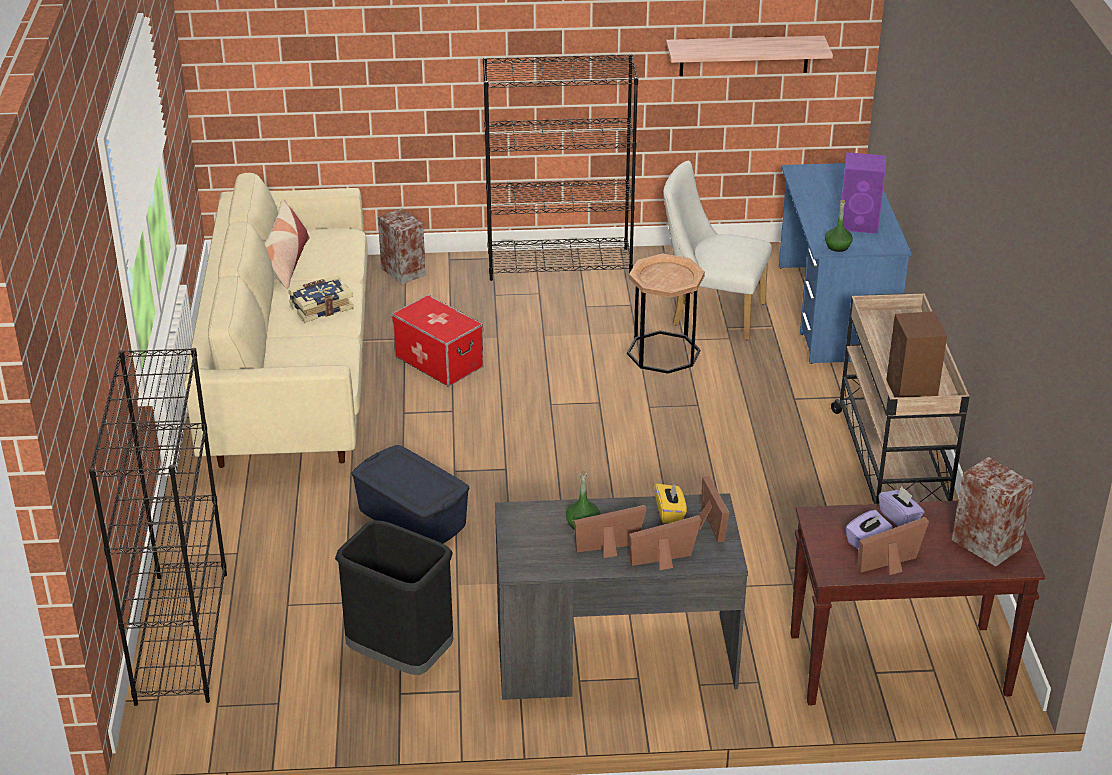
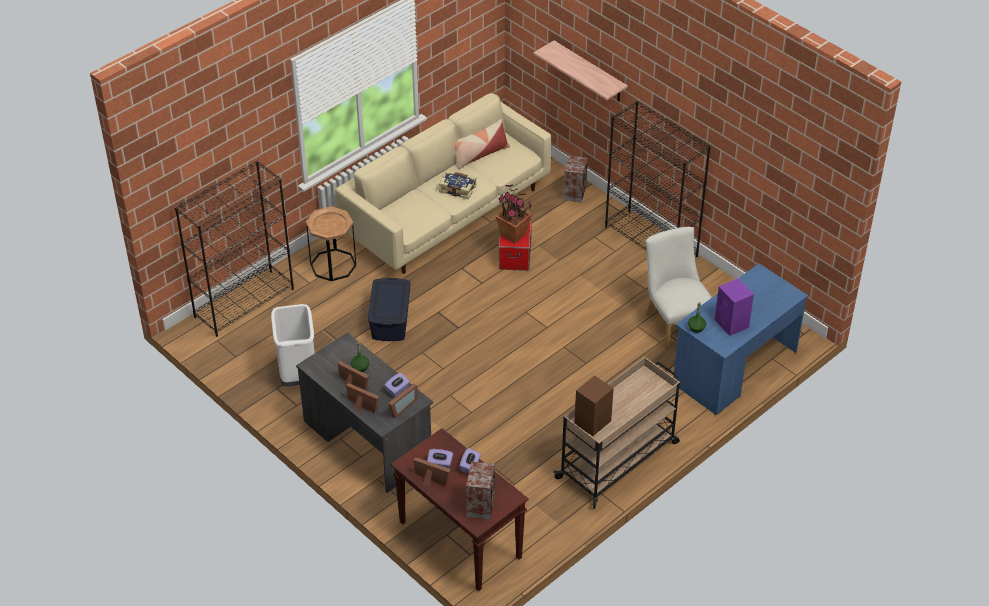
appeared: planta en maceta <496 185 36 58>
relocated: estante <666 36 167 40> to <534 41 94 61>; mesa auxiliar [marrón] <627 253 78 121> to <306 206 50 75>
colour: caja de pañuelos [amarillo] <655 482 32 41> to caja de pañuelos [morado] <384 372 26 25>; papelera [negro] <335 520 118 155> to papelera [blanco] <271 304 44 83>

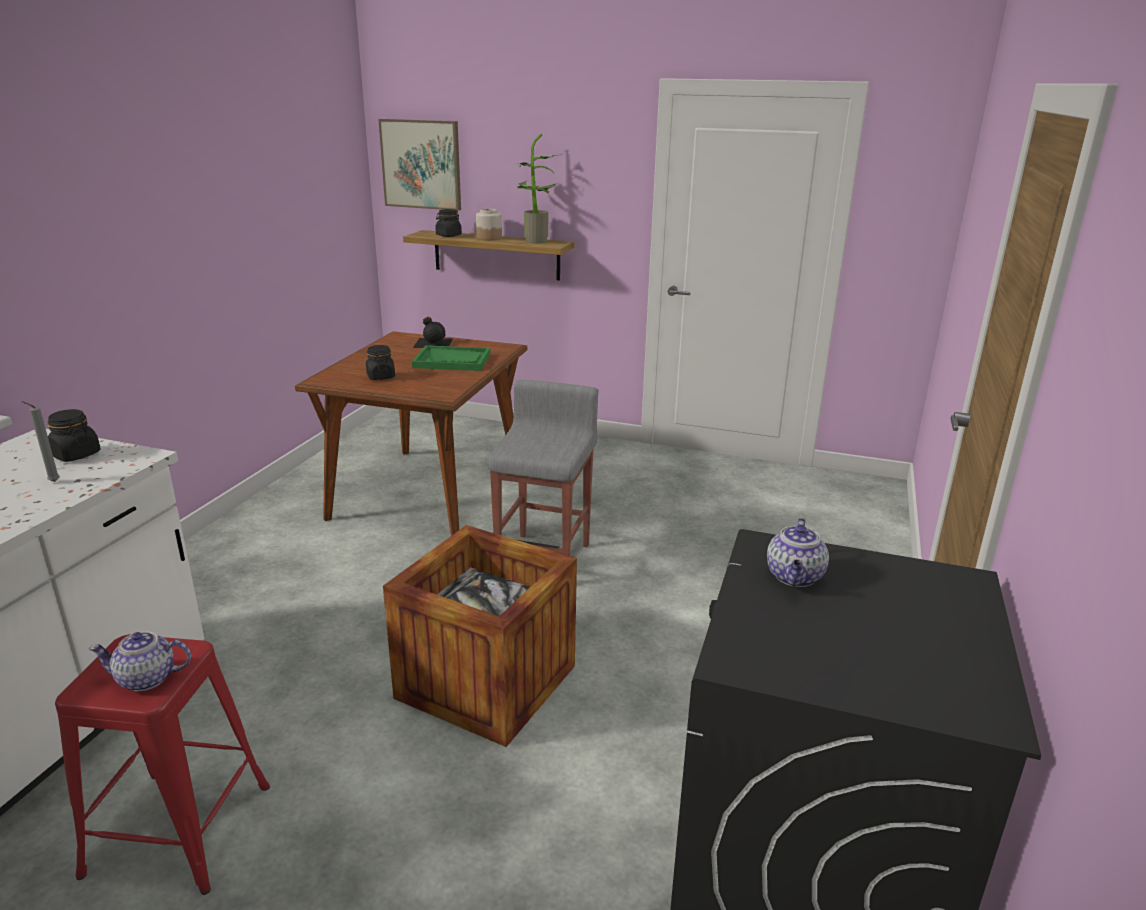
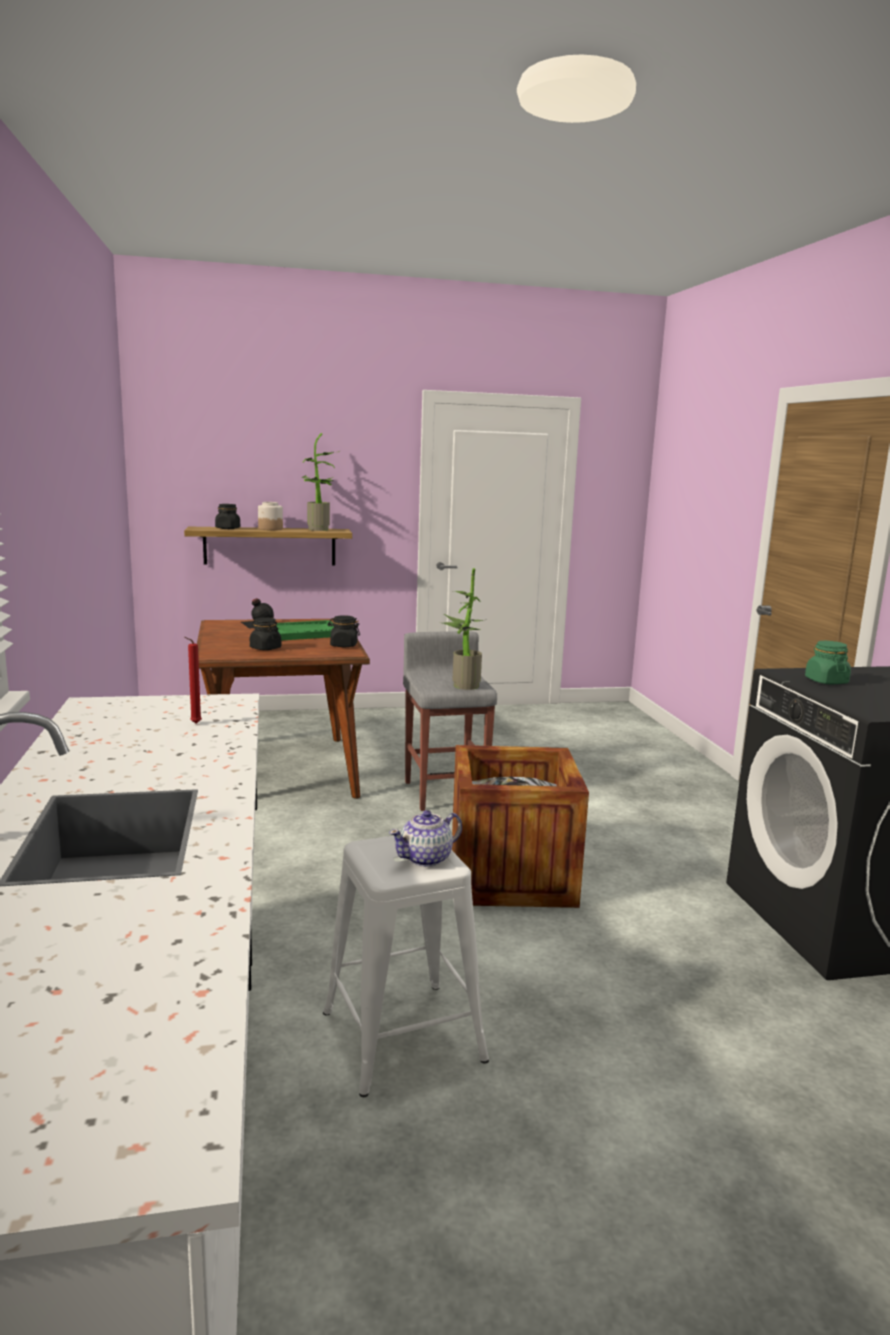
missing: cuadro <378 119 83 92>
appeared: planta en maceta <443 568 40 122>
relocated: tarro [negro] <48 409 53 53> to <328 615 32 32>
exchanged: tetera <767 518 62 69> to tarro [verde] <805 641 46 44>
colour: vela [gris] <21 401 39 81> to vela [rojo] <184 637 18 87>; taburete [rojo] <55 634 215 261> to taburete [blanco] <323 835 166 262>

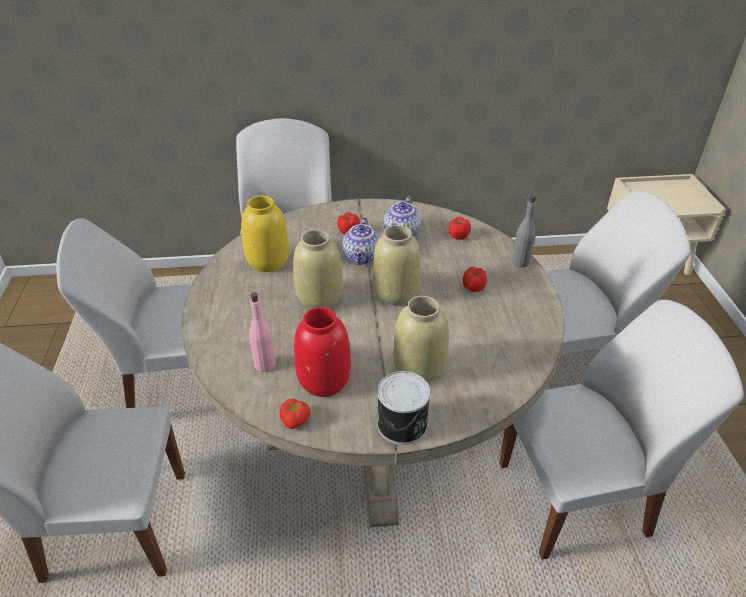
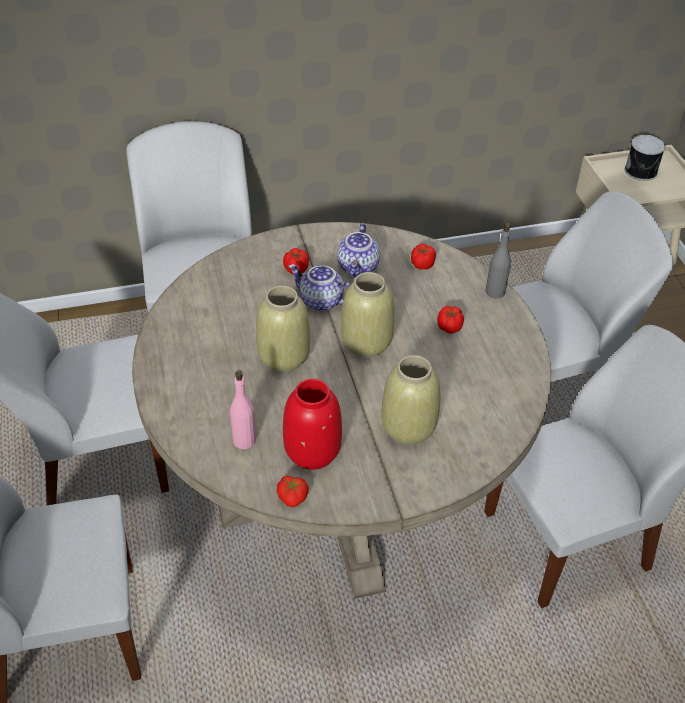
missing: florero [amarillo] <241 196 48 76>
relocated: lata <377 371 54 74> to <625 135 40 46>
spun: tetera <342 217 38 48> = <288 264 63 47> 120 degrees clockwise

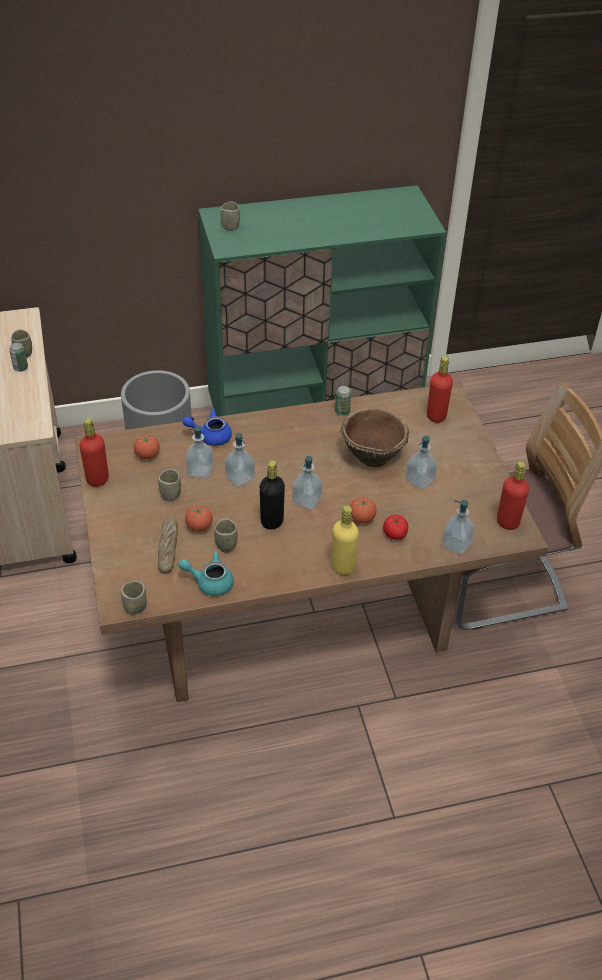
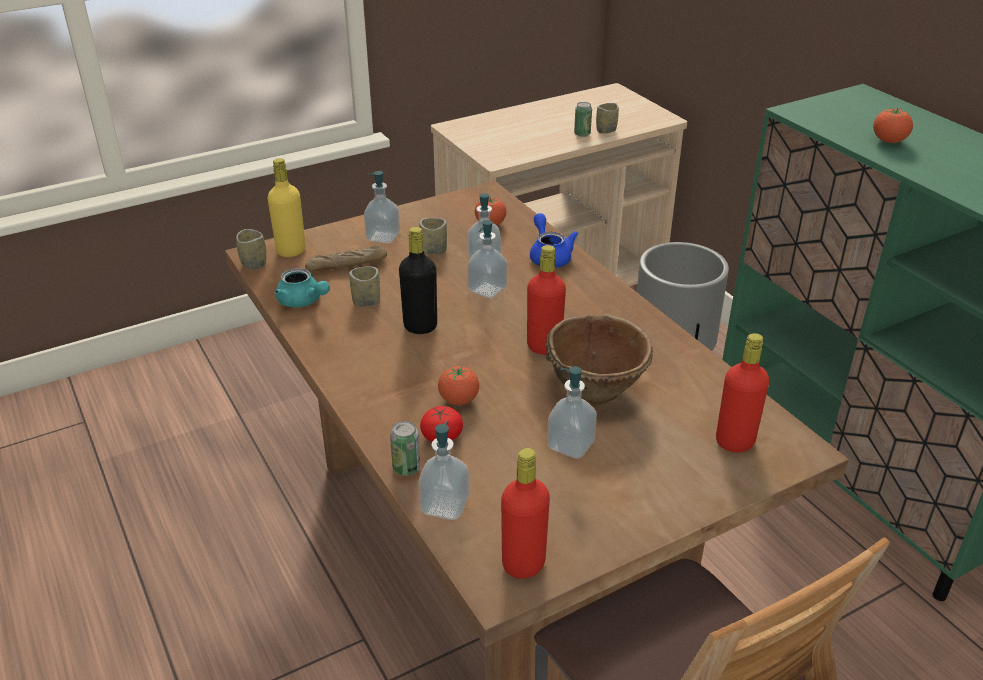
missing: taza <221 201 19 30>
relocated: lata <335 386 16 30> to <390 421 30 55>; botella [rojo] <79 418 30 69> to <527 245 39 110>; dispensador de jabón <292 456 31 54> to <364 171 36 73>; tomate <185 505 28 27> to <873 107 40 36>; botella [amarillo] <331 505 28 70> to <267 158 39 99>
spun: tetera [turquesa] <178 551 56 45> = <274 268 56 39> 135 degrees clockwise

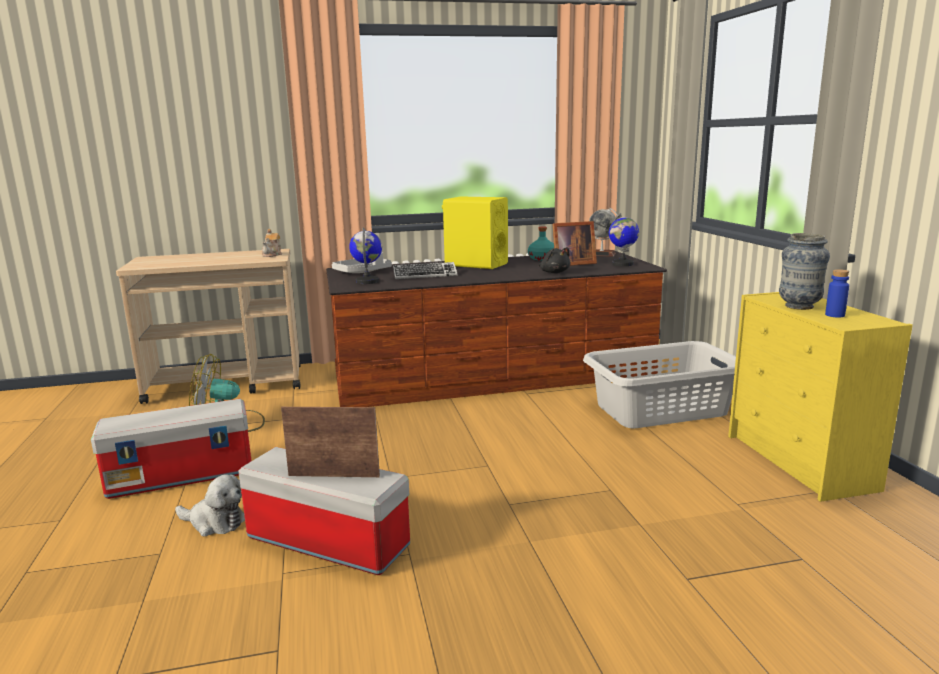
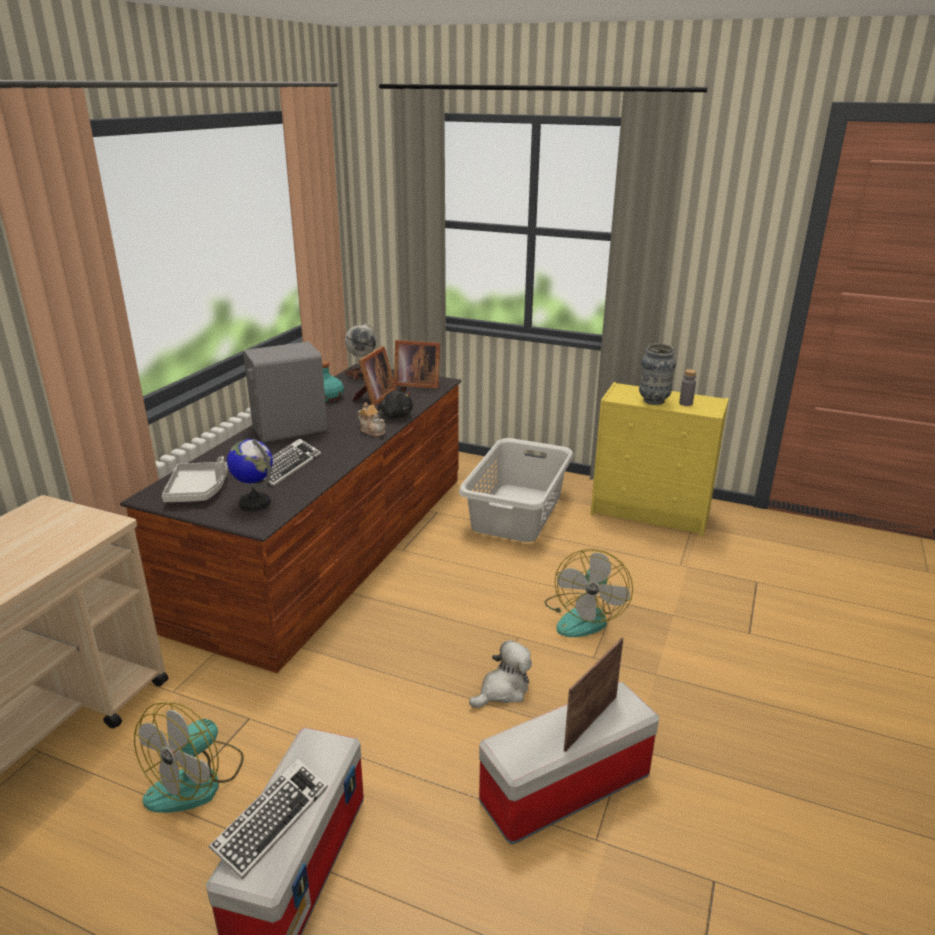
appeared: ventilador <545 549 88 88>; teclado <209 758 119 121>
relocated: tetera <262 229 20 28> to <357 402 28 35>; peluche <175 474 70 62> to <469 640 63 68>
exchanged: globo terráqueo <609 213 30 53> to portarretratos <394 340 46 49>
colour: altavoz [amarillo] <442 197 66 72> to altavoz [gris] <243 342 84 101>; botella [azul] <825 269 24 49> to botella [gris] <679 369 17 37>

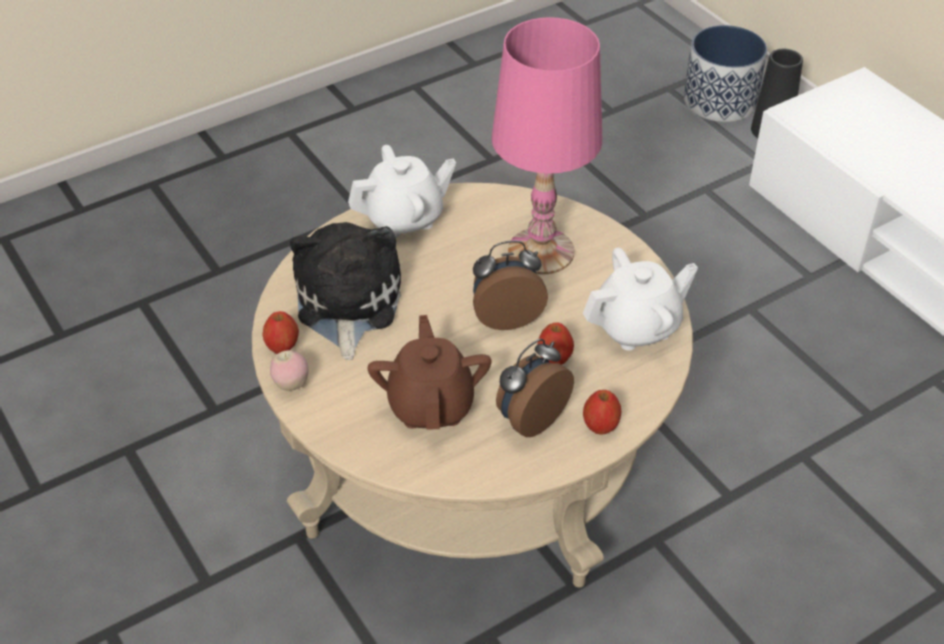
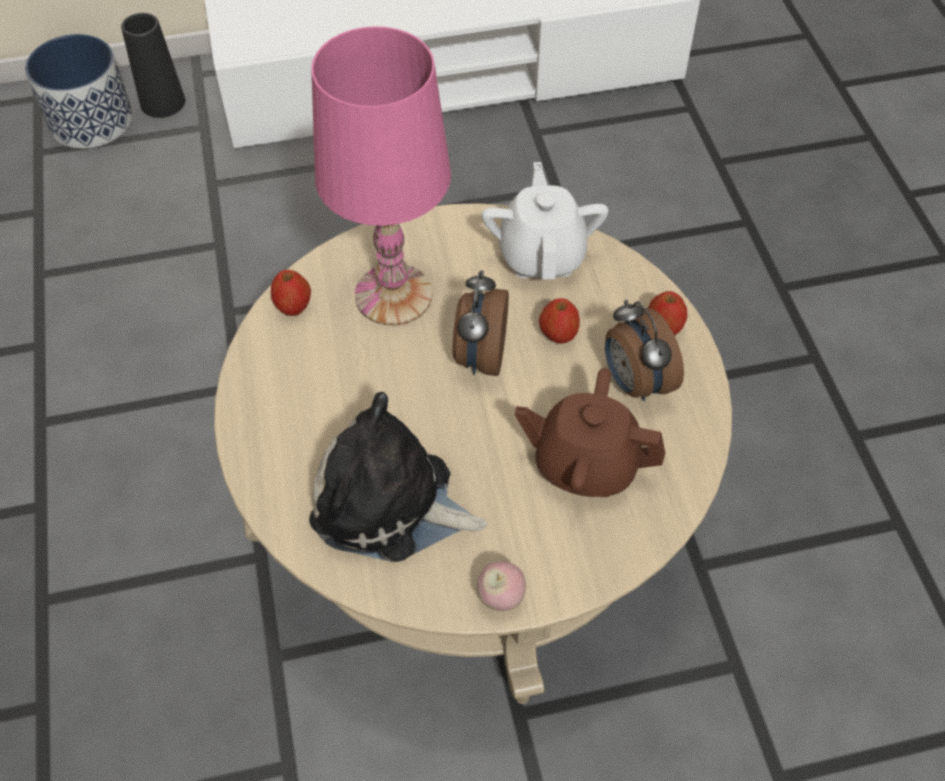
missing: tetera [blanco] <348 145 108 93>
relocated: manzana <263 311 36 43> to <271 270 40 46>

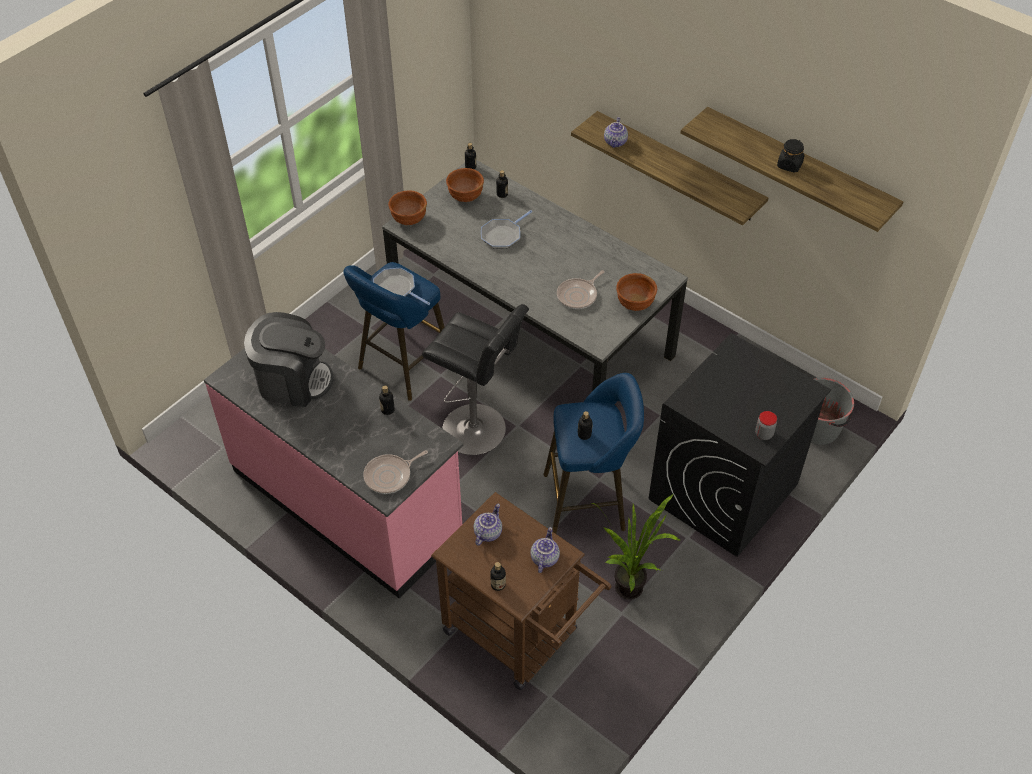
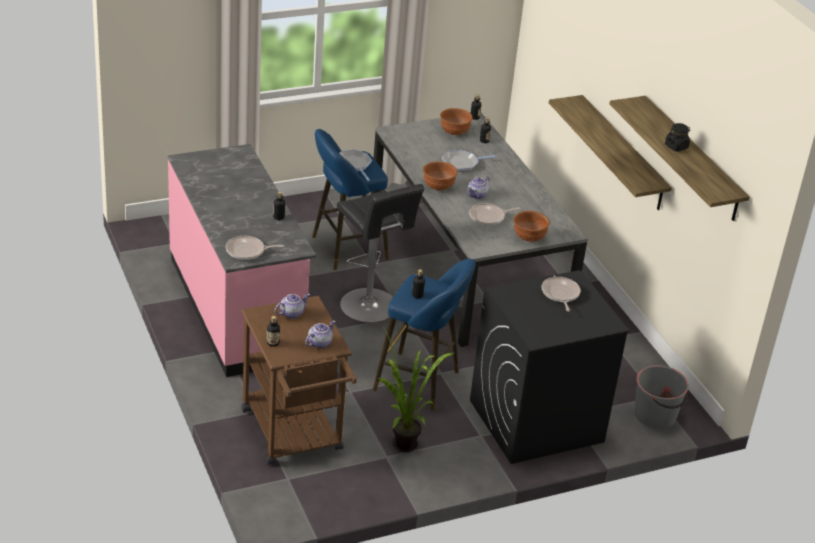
missing: cafetera <244 312 90 95>; tarro <755 411 22 29>
appeared: sartén <541 277 40 35>
relocated: tetera <604 117 24 31> to <468 176 22 23>; cuenco [marrón] <388 190 39 35> to <423 161 34 29>

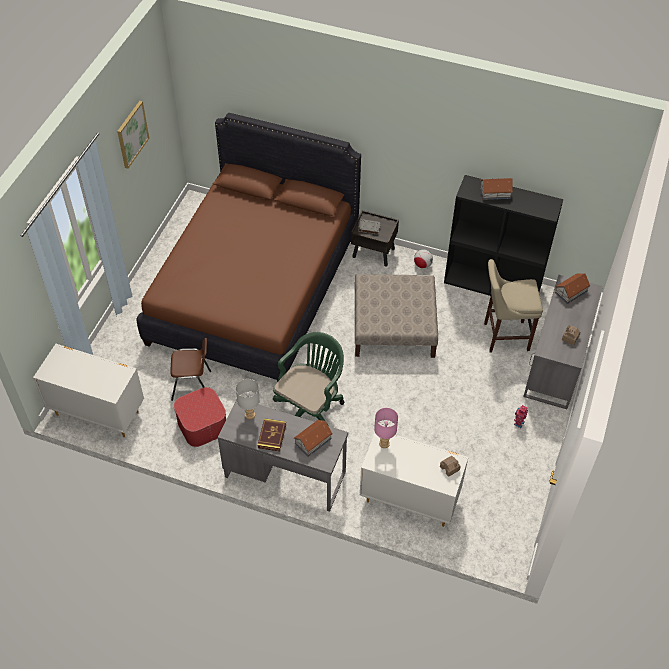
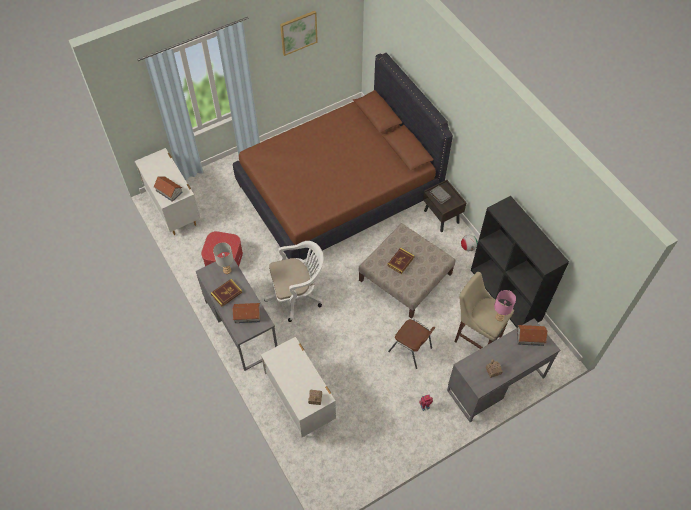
appeared: libro <387 248 28 26>
relocated: casita <480 178 33 22> to <154 176 28 26>; silla [marrón] <170 338 41 63> to <388 319 47 50>; lámpara de mesa [rosa] <374 408 24 40> to <494 290 22 31>
colour: silla de oficina [verde] <273 332 71 94> to silla de oficina [blanco] <264 241 59 81>

